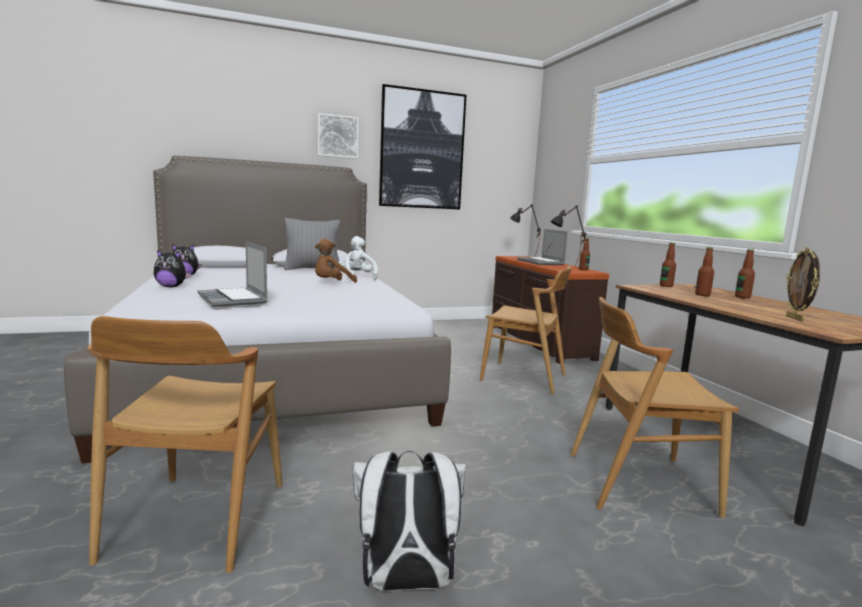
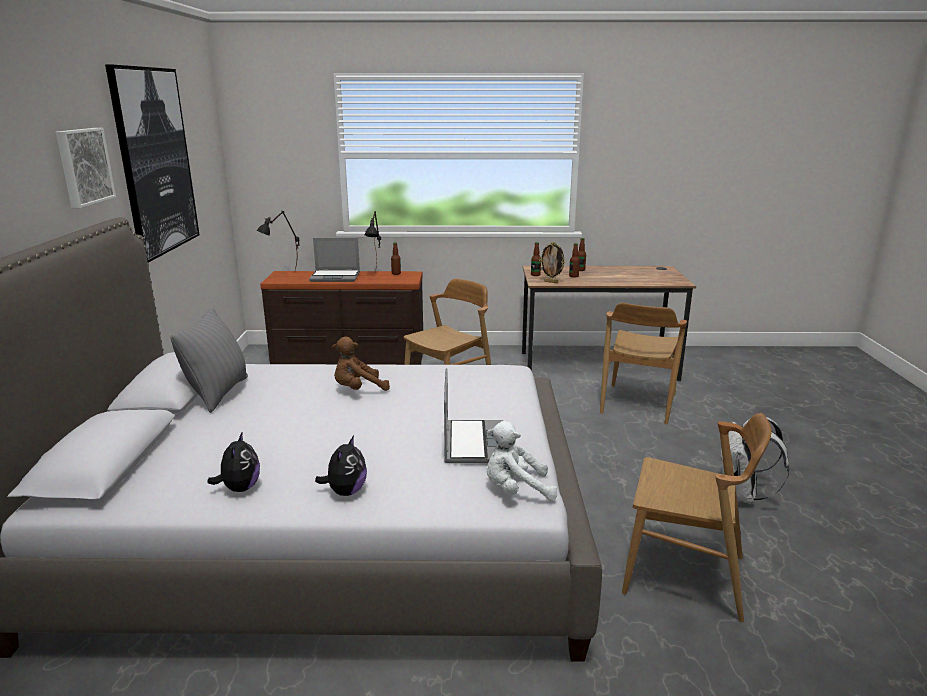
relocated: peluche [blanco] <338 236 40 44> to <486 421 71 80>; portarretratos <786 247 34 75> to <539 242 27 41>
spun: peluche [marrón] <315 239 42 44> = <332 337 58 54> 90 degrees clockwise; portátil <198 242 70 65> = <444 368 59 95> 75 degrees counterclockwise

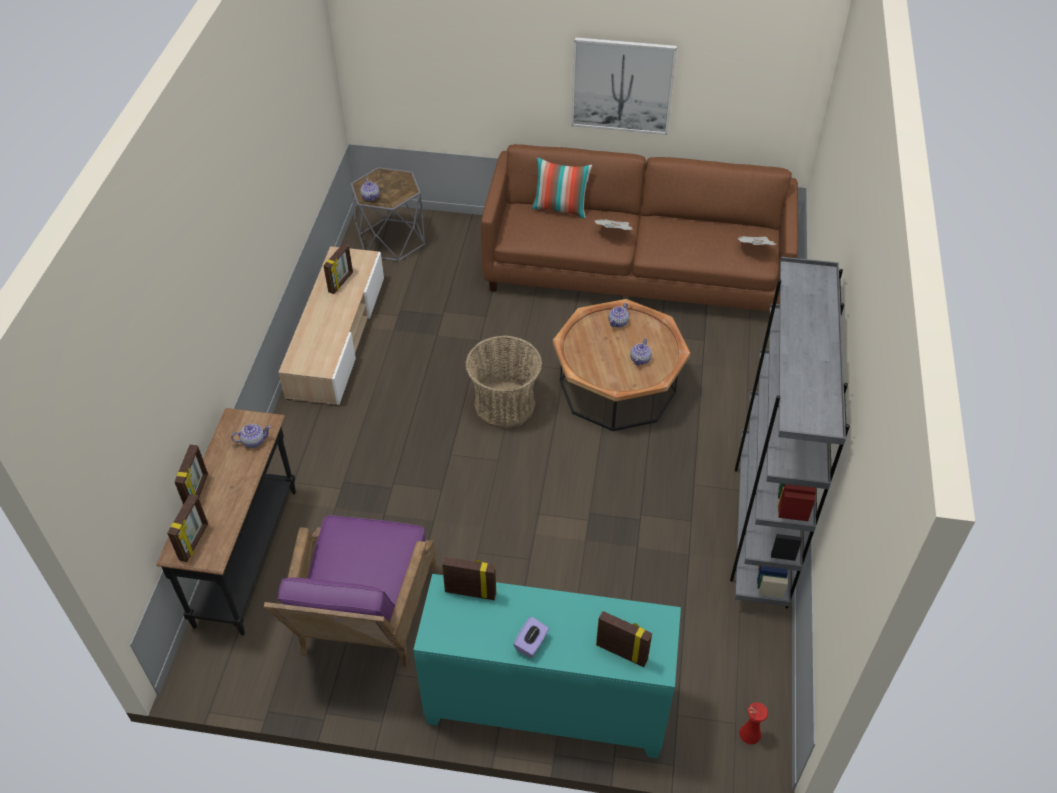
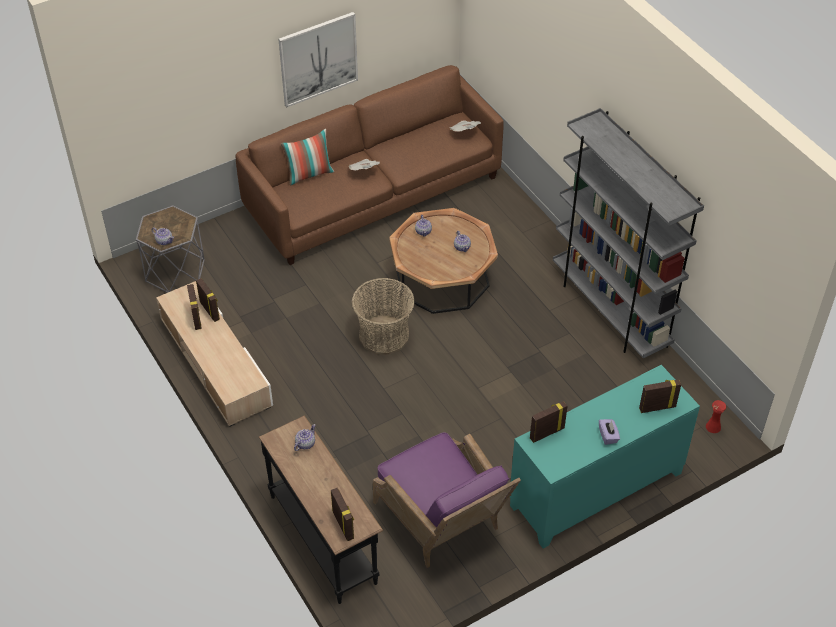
relocated: portarretratos <174 445 34 60> to <196 278 24 44>

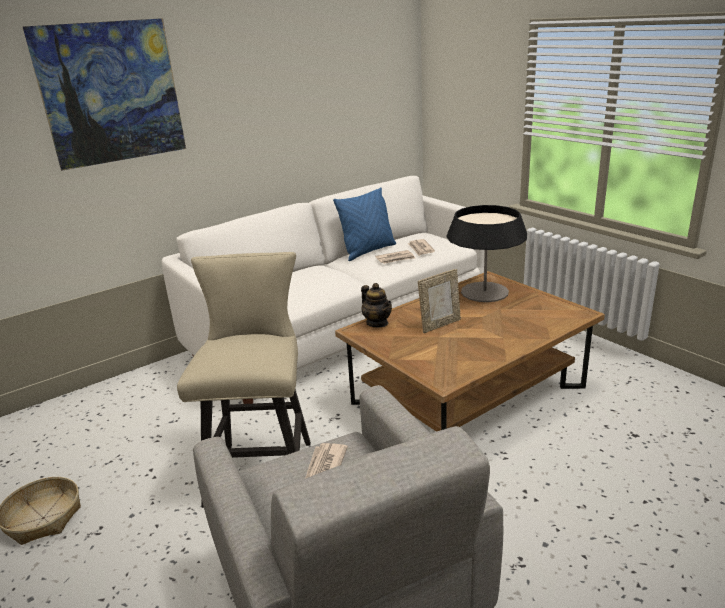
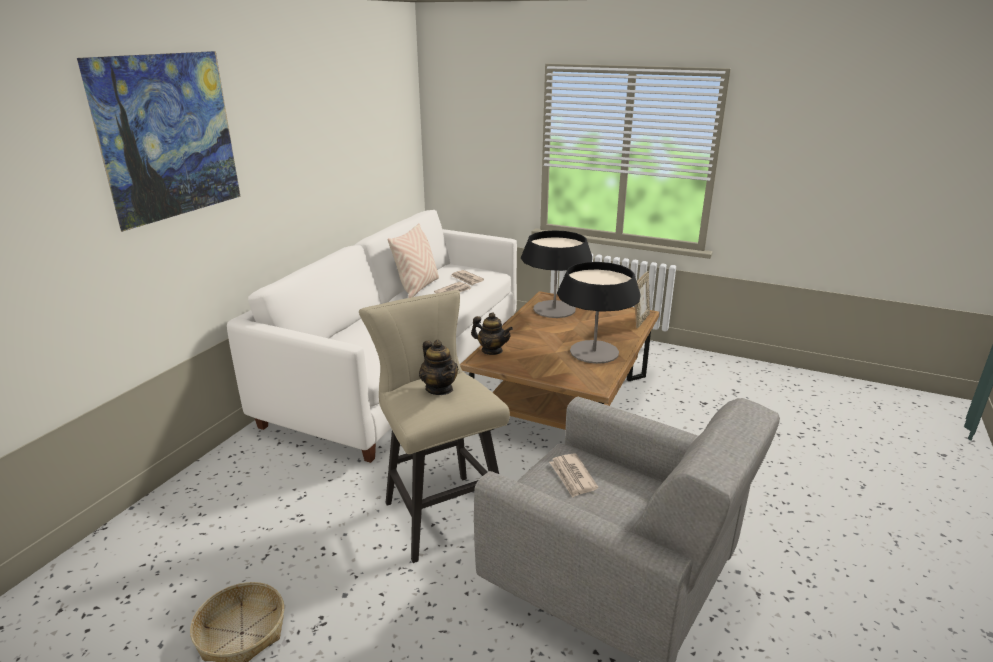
appeared: lámpara de mesa <557 262 84 102>; tetera <419 340 39 55>
relocated: portarretratos <418 269 43 64> to <635 271 15 58>
colour: cojín [azul] <333 187 63 74> to cojín [beis] <387 224 52 74>

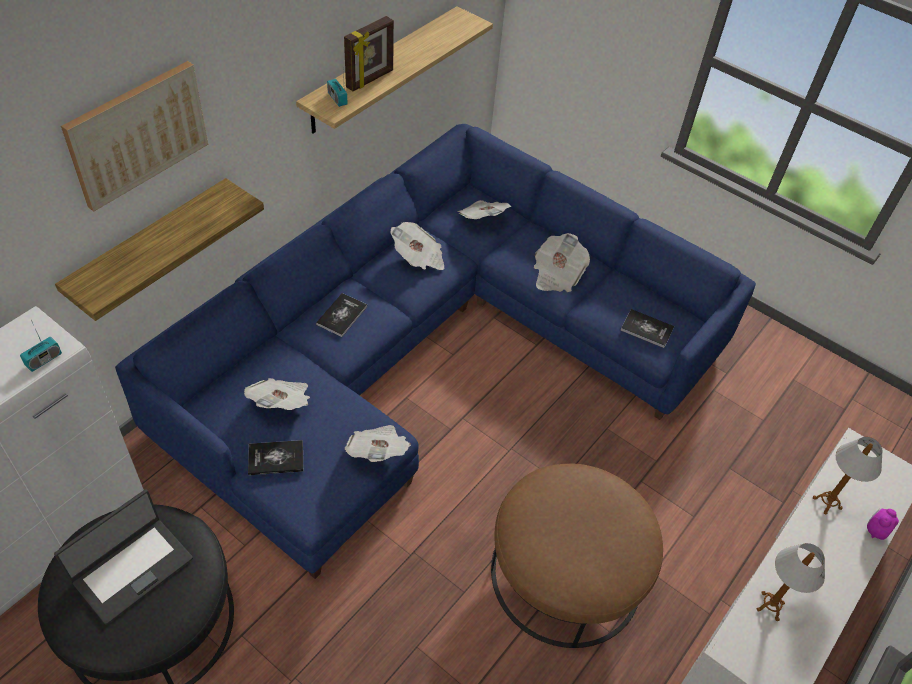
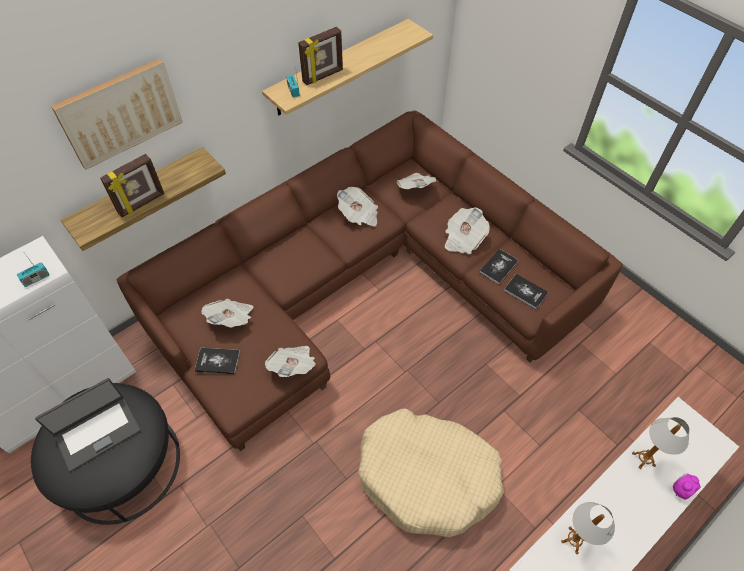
appeared: portarretratos <100 154 64 63>
relocated: libro <316 293 51 44> to <479 249 40 35>
exchanged: puf [marrón] <491 464 172 184> to cama para perro [beis] <358 409 146 128>
colour: sofá [azul] <115 124 641 455> to sofá [marrón] <117 111 506 340>

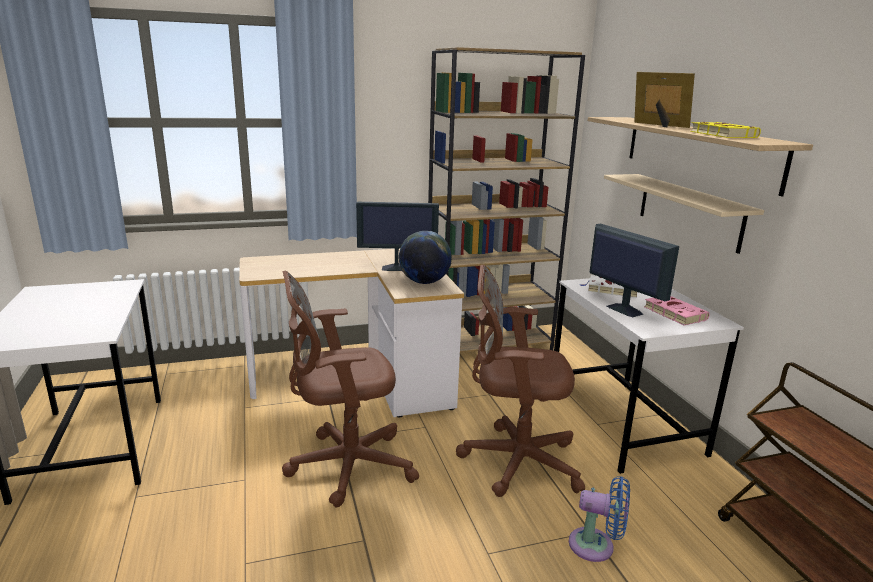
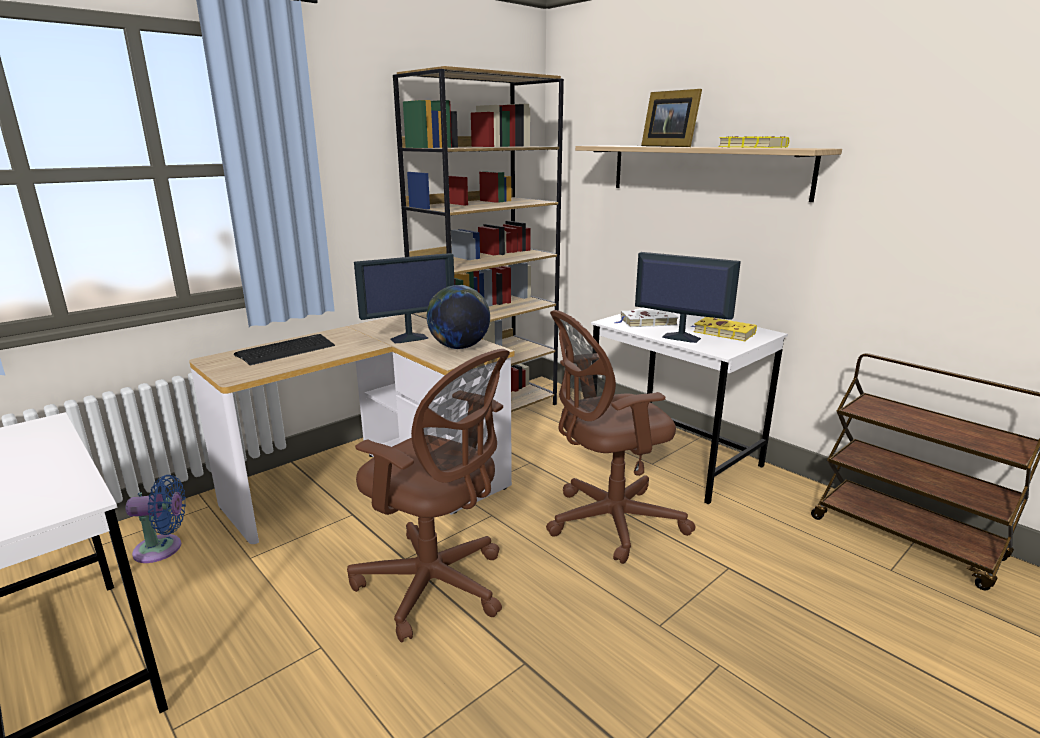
missing: estante [beis] <604 174 160 80>
appeared: teclado <234 334 101 31>
relocated: ventilador [azul] <569 476 61 86> to <125 475 61 88>
colour: libro [rosa] <644 296 66 30> to libro [amarillo] <691 317 66 24>
spun: portarretratos <634 72 61 56> = <641 89 61 58> 150 degrees counterclockwise; silla de oficina [marrón] <282 270 137 237> = <347 349 163 294> 105 degrees counterclockwise

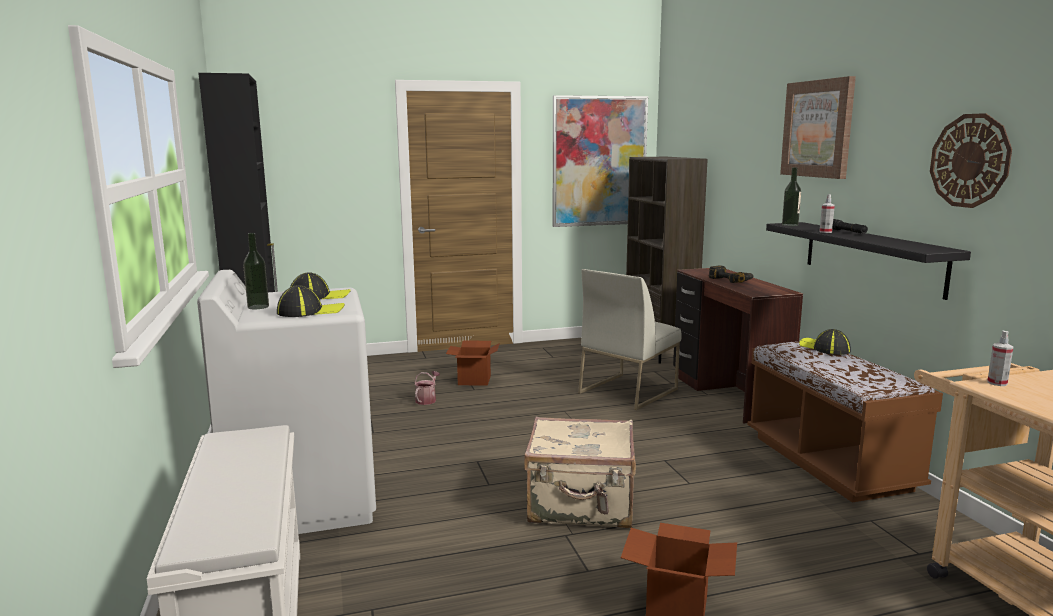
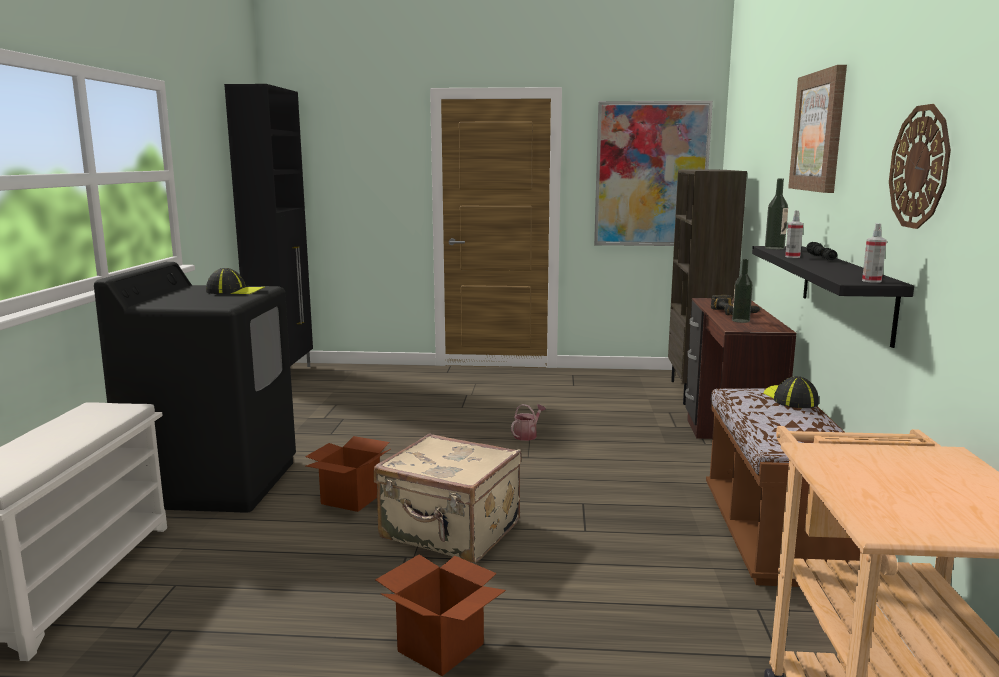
missing: silla [blanco] <578 269 104 141>; gorra <277 285 68 32>
relocated: botella <243 233 26 76> to <732 259 21 64>; pulverizador <987 331 26 55> to <862 223 25 60>; caja de cartón <446 340 54 46> to <305 436 86 76>; regadera <414 371 26 34> to <511 404 35 37>
colour: lavadora [blanco] <197 270 179 264> to lavadora [negro] <94 262 202 251>

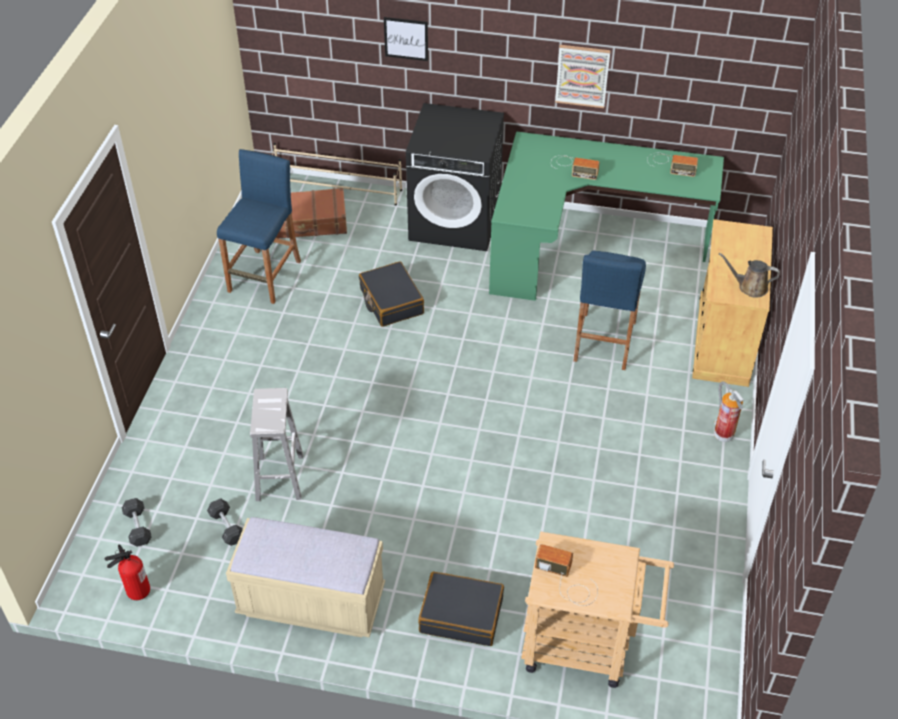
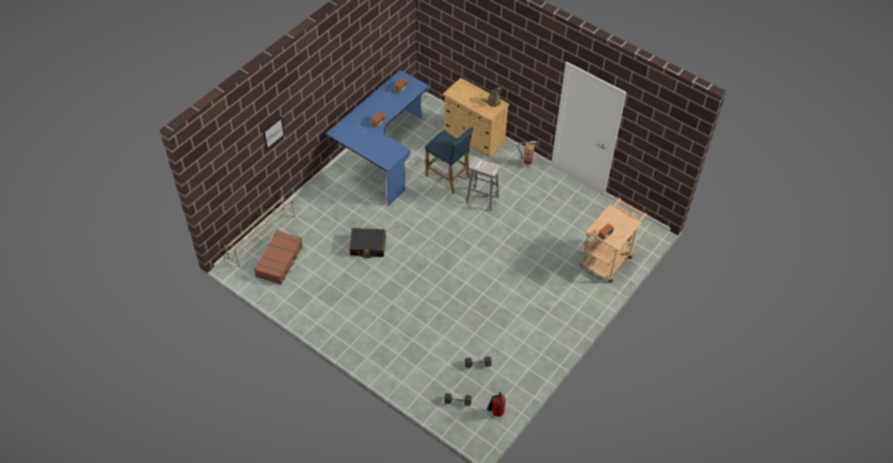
missing: cuadro <555 45 56 63>; lavadora [negro] <406 103 98 148>; taburete [azul] <217 149 84 155>; banco [beis] <226 517 159 120>; maleta [negro] <418 572 86 74>
relocated: taburete [blanco] <250 388 53 113> to <466 157 35 54>
colour: escritorio [verde] <489 132 235 169> to escritorio [azul] <326 70 103 136>

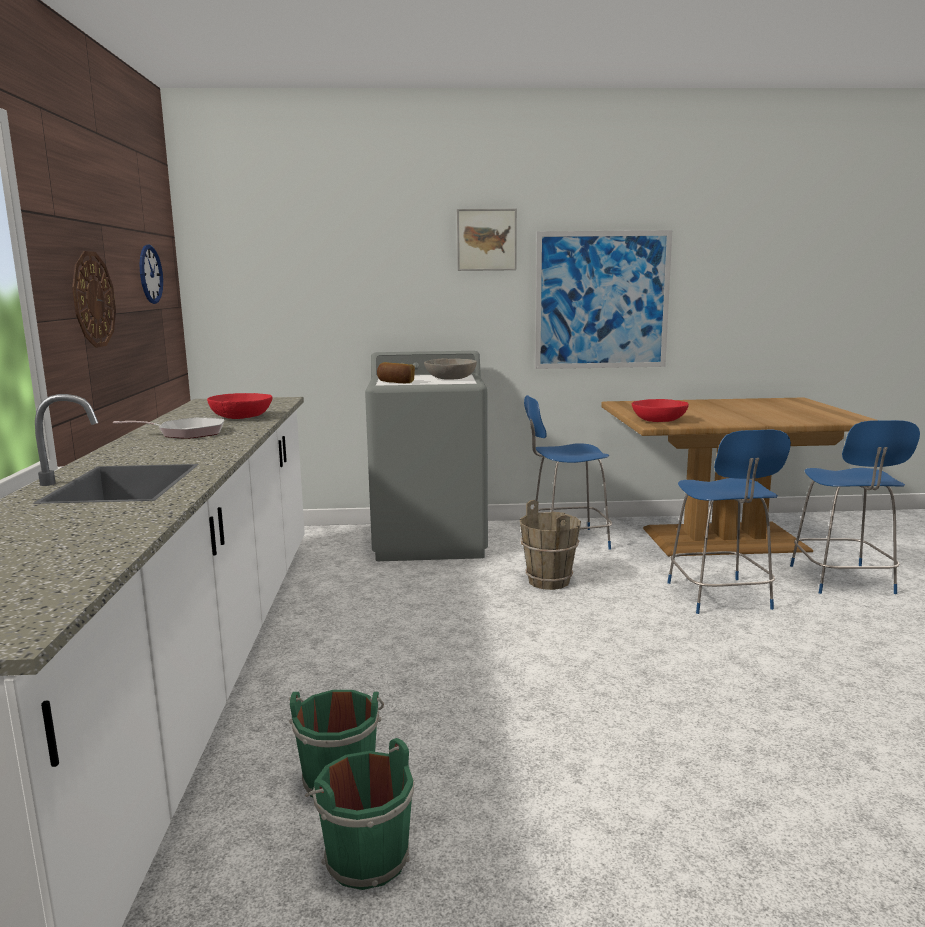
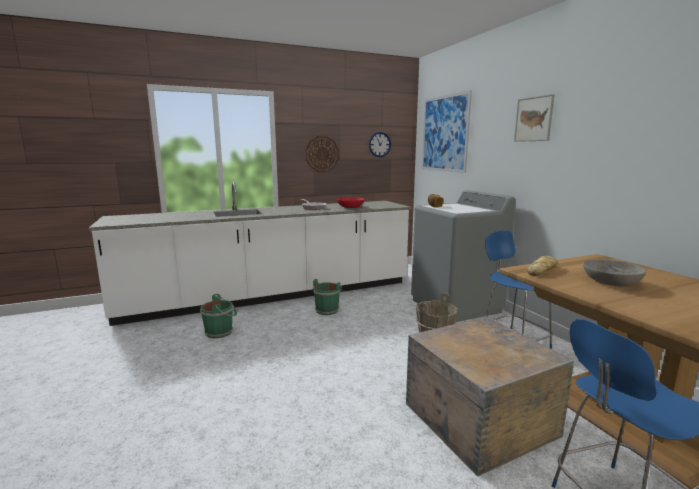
relocated: cuadro <535 230 137 139> to <422 90 50 83>; cuenco [gris] <424 358 53 22> to <583 259 63 27>; cubo [verde] <305 738 109 152> to <313 279 30 36>
exchanged: cuenco [rojo] <632 399 57 23> to pan <527 256 30 20>; silla [azul] <667 430 124 184> to caja de embalaje <406 316 168 161>

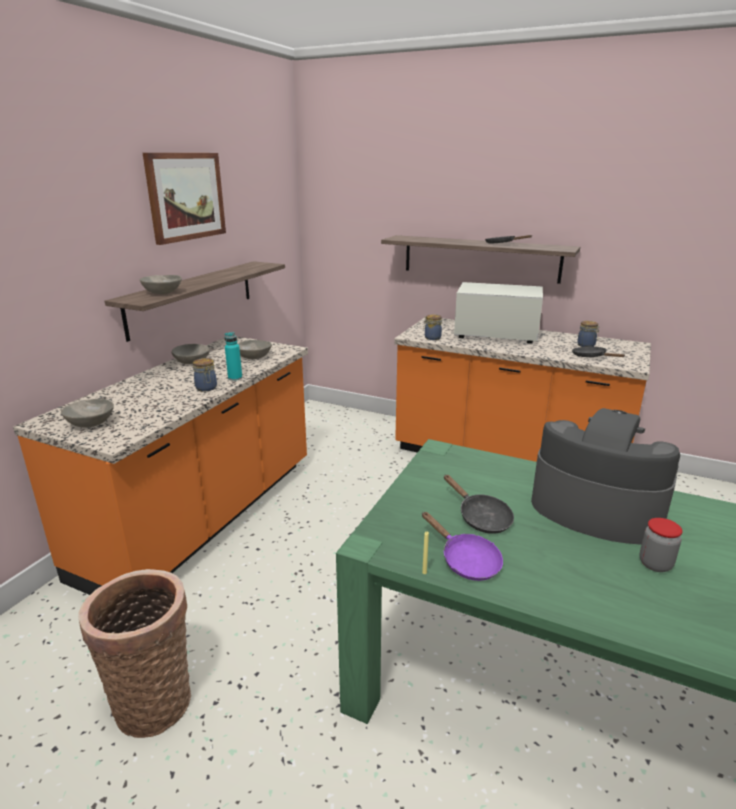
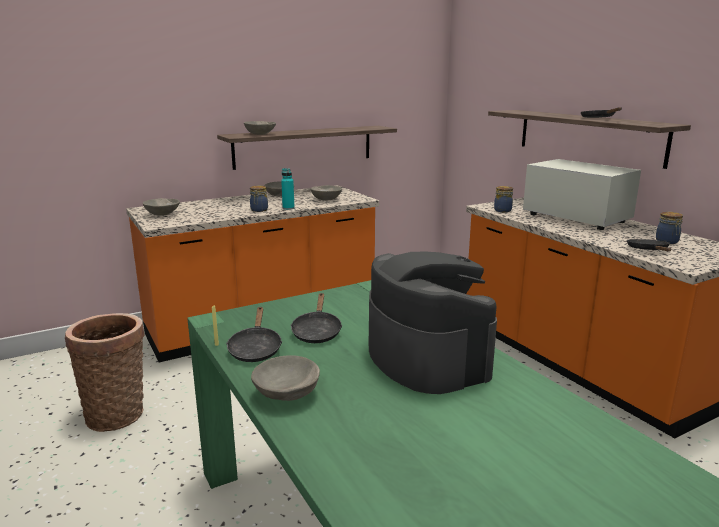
missing: cuadro <143 153 83 92>; tarro <639 518 44 54>
appeared: cuenco [gris] <251 355 69 46>
colour: sartén [morado] <422 512 81 69> to sartén [negro] <226 307 56 55>

